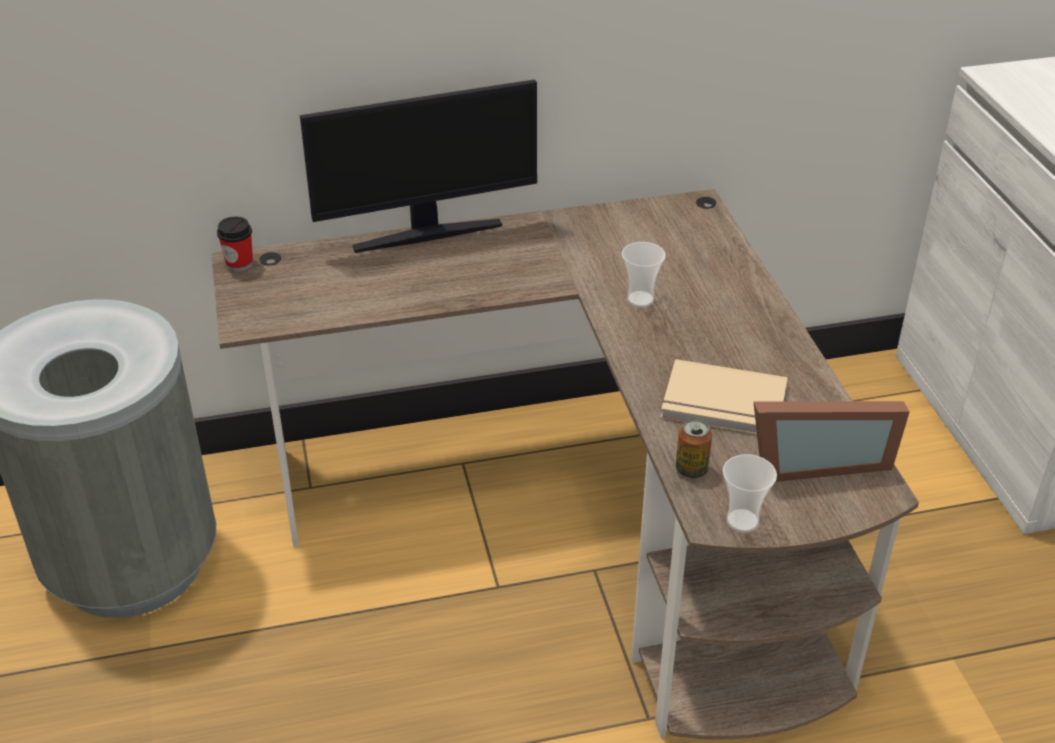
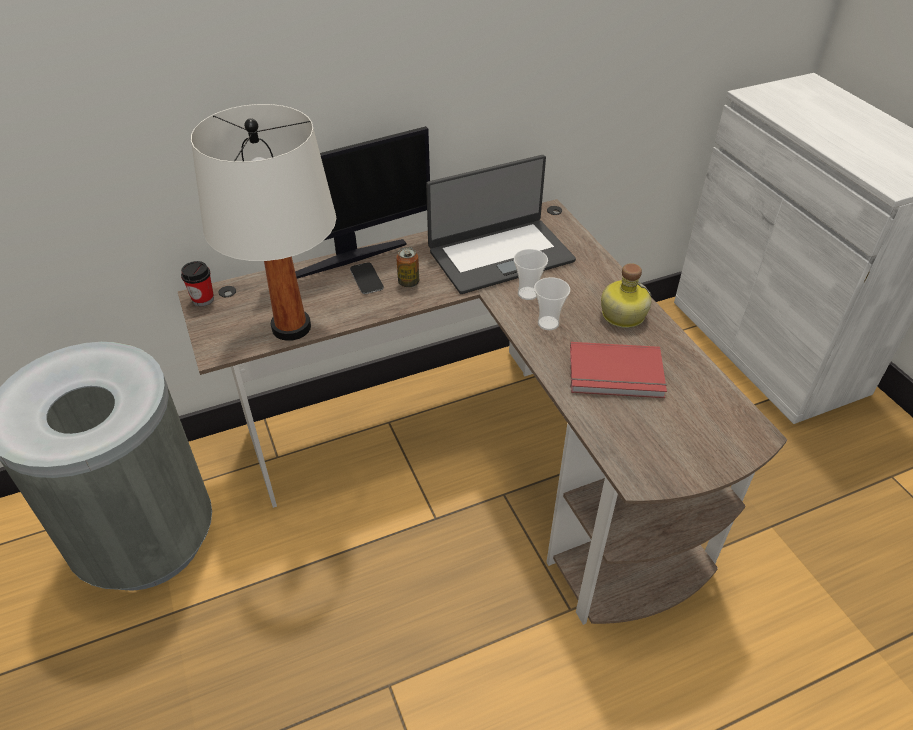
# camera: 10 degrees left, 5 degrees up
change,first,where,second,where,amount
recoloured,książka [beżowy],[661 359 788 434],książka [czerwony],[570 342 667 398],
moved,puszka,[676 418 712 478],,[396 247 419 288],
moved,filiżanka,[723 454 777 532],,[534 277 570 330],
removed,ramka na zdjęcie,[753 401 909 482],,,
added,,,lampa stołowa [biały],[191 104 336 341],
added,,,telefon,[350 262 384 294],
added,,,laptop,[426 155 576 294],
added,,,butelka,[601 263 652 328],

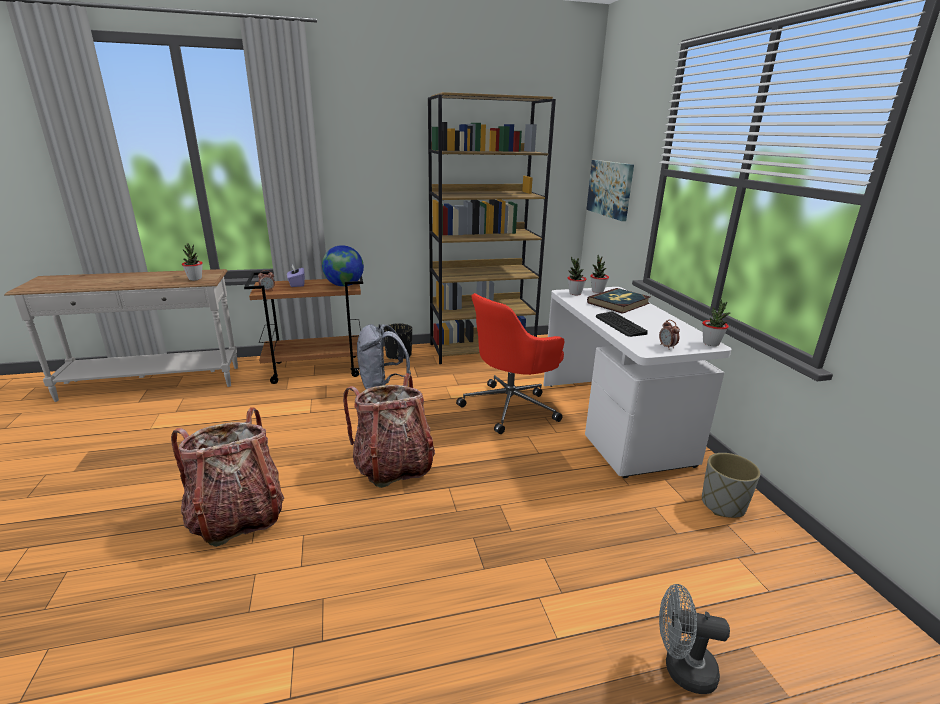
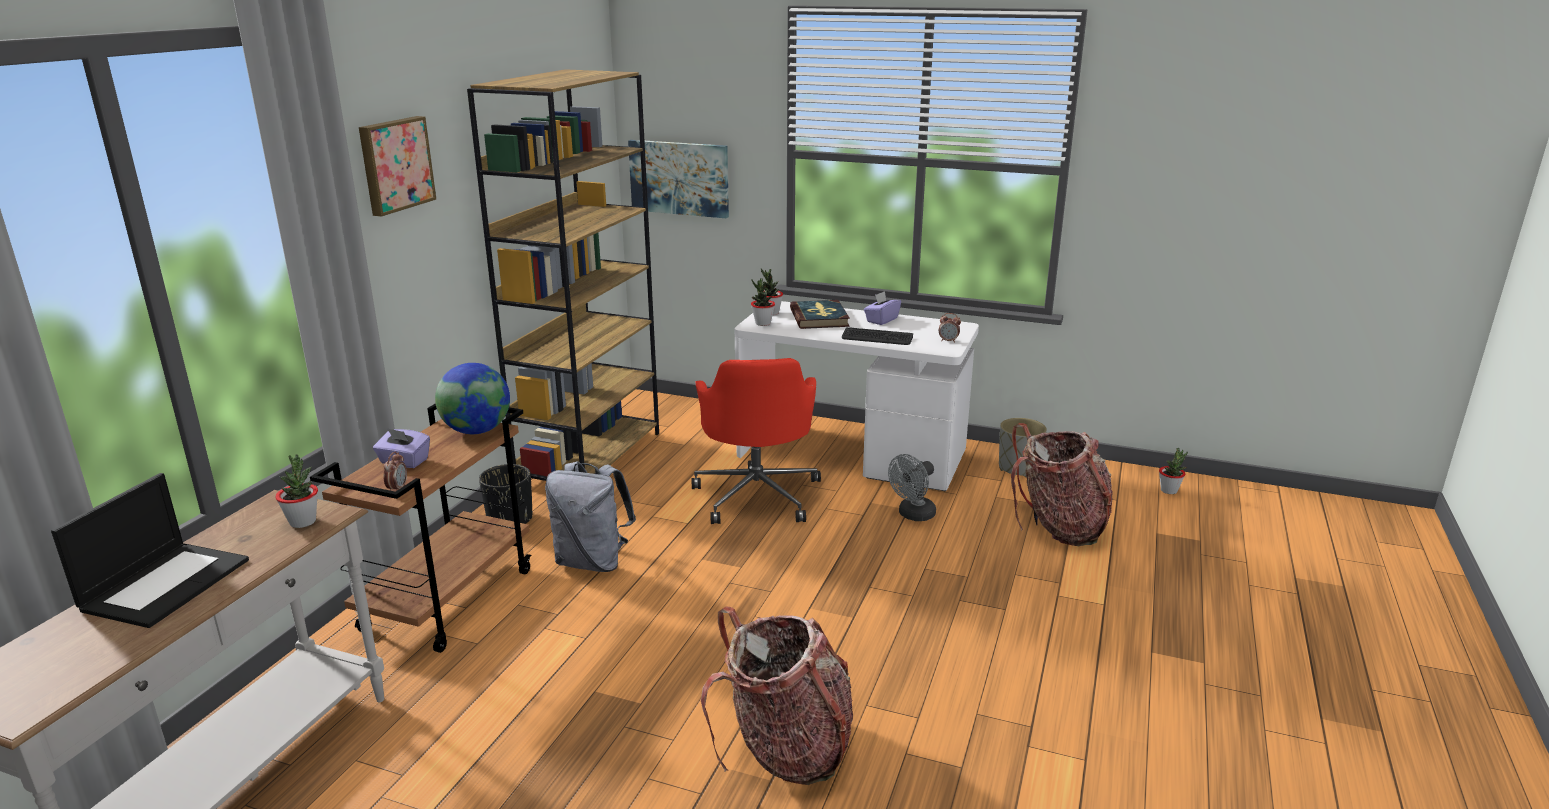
# camera: 55 degrees left, 0 degrees up
change,first,where,second,where,amount
moved,plecak,[343 373 435 488],,[1011 423 1113 546],
moved,wentylator [szary],[659 584 730 694],,[888 454 936 521],
moved,roślina doniczkowa,[702 300 730 346],,[1159 448 1188 494],
added,,,laptop,[51 473 249 628],
added,,,obraz,[359 116 437 217],
added,,,pudełko chusteczek [fioletowy],[864 291 901 325],

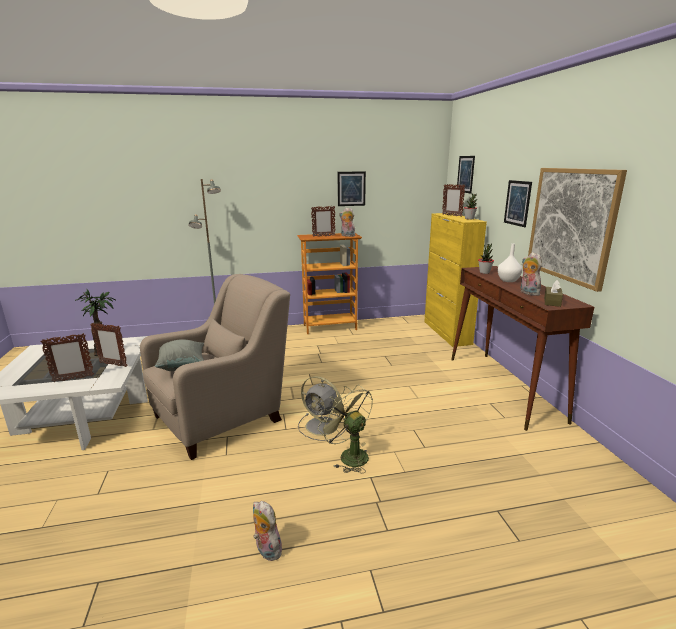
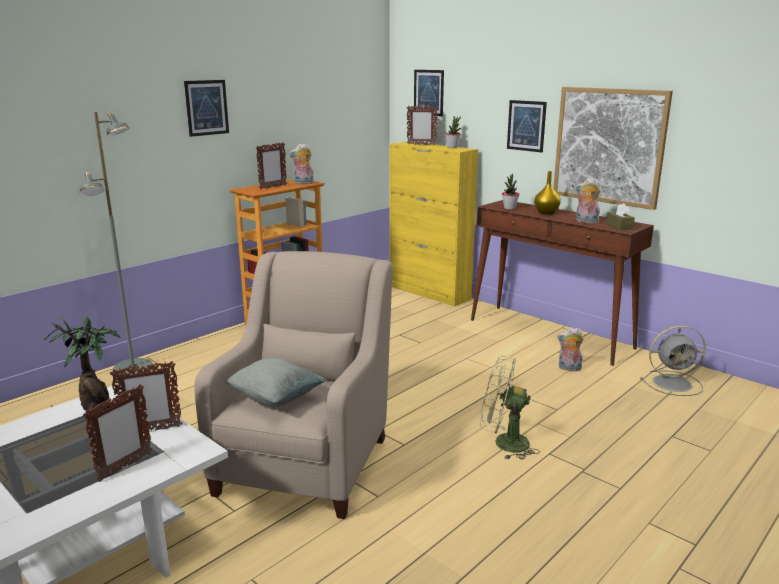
# camera: 35 degrees left, 0 degrees up
change,first,where,second,where,amount
moved,pluszak,[253 501 282 561],,[557 328 583 371],
moved,wentylator [szary],[298 376 346 441],,[640 326 706 396],
moved,obraz,[338 171 366 206],,[184 80 229 137],
recoloured,wazon [biały],[498 244 522 282],wazon [żółty],[534 171 561 215],

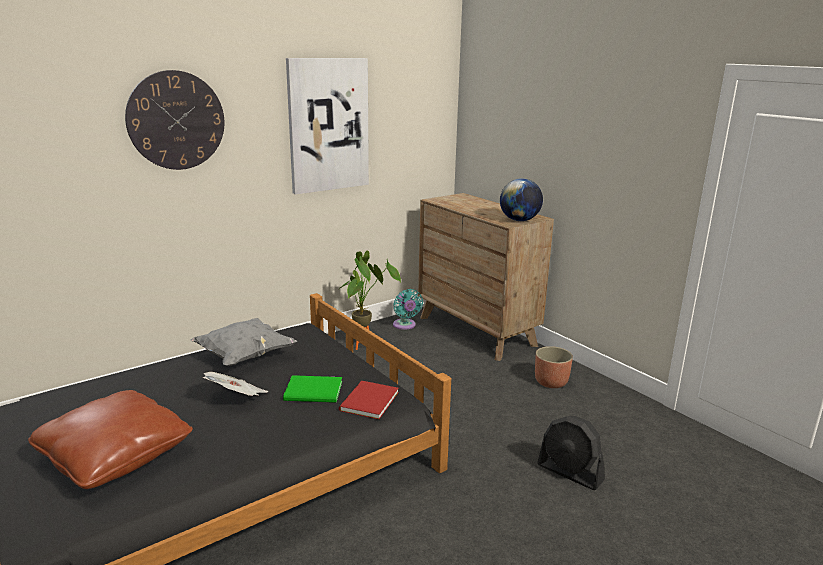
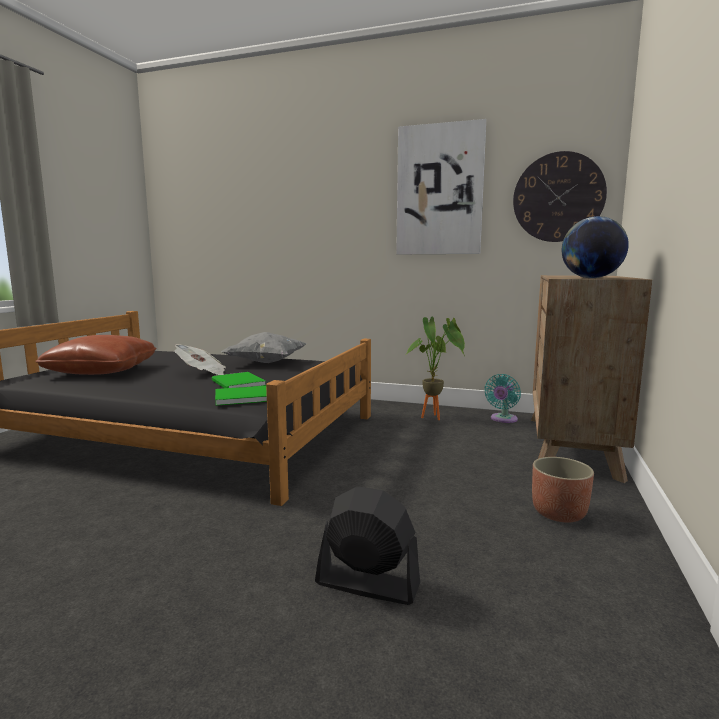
# camera: 55 degrees right, 10 degrees down
change,first,where,second,where,amount
moved,zegar ścienny,[125 70 224 170],,[513 151 607 242],
recoloured,książka [czerwony],[339 381 399 419],książka [zielony],[215 386 267 406],
turned,wentylator [czarny],[537 416 605 490],,[315 487 420 605],105 degrees clockwise

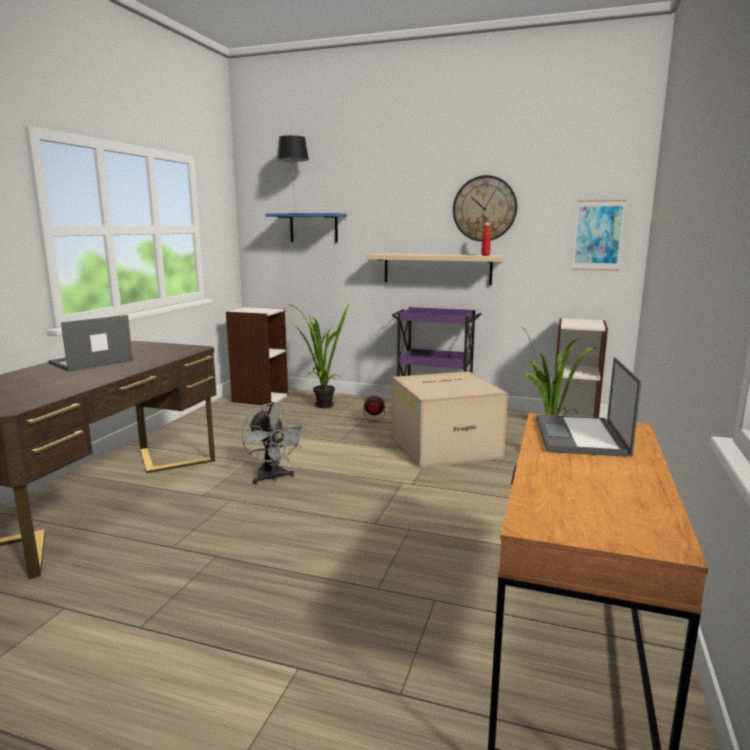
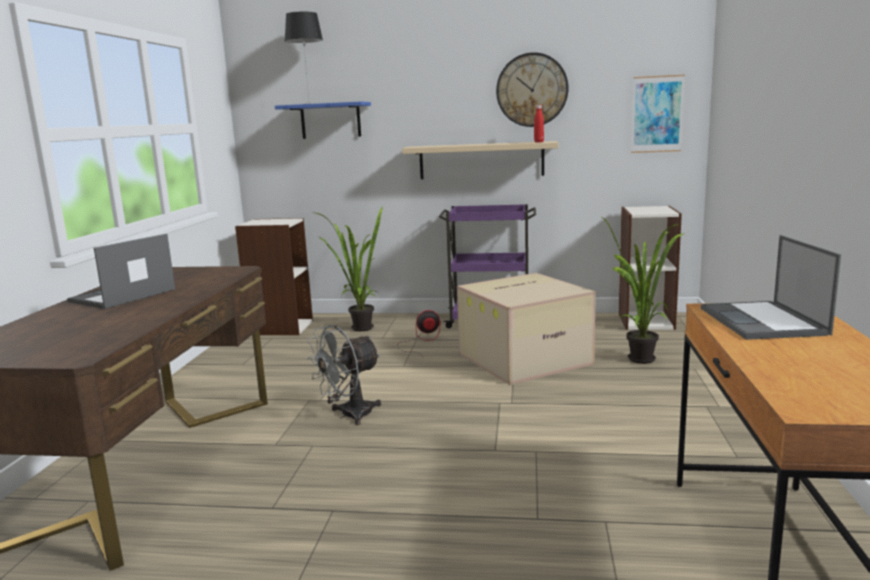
# camera: 10 degrees left, 0 degrees up
change,first,where,second,where,amount
turned,wentylator [szary],[242 402 306 484],,[306 325 381 425],90 degrees clockwise

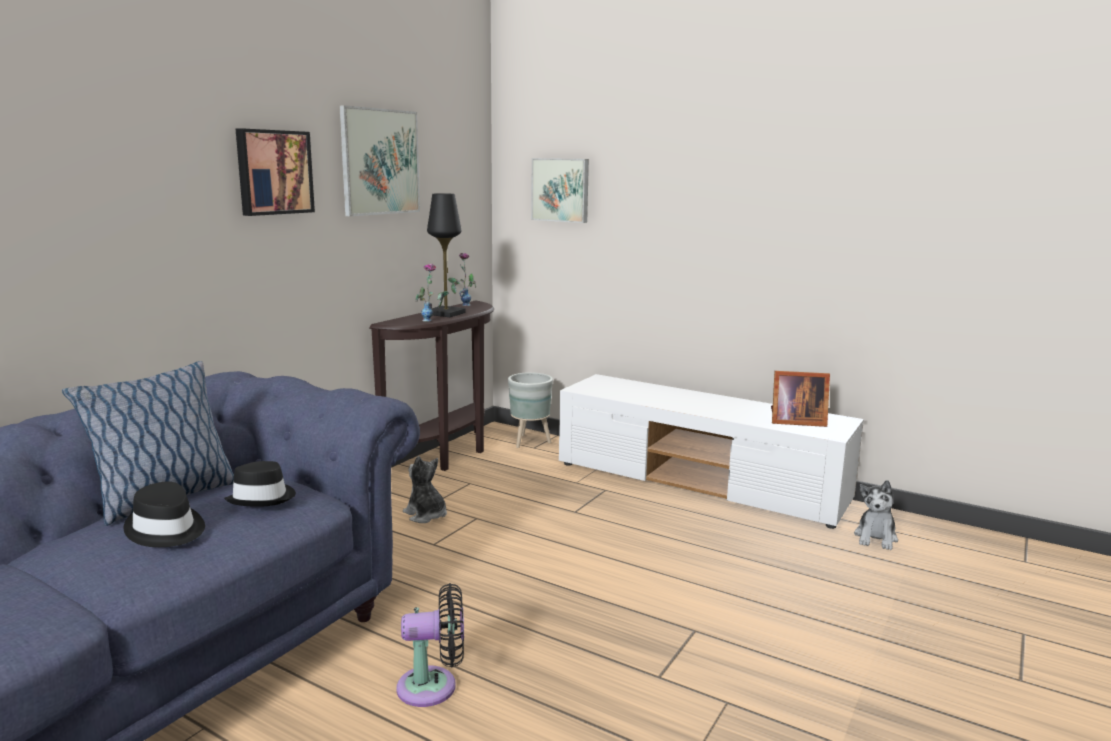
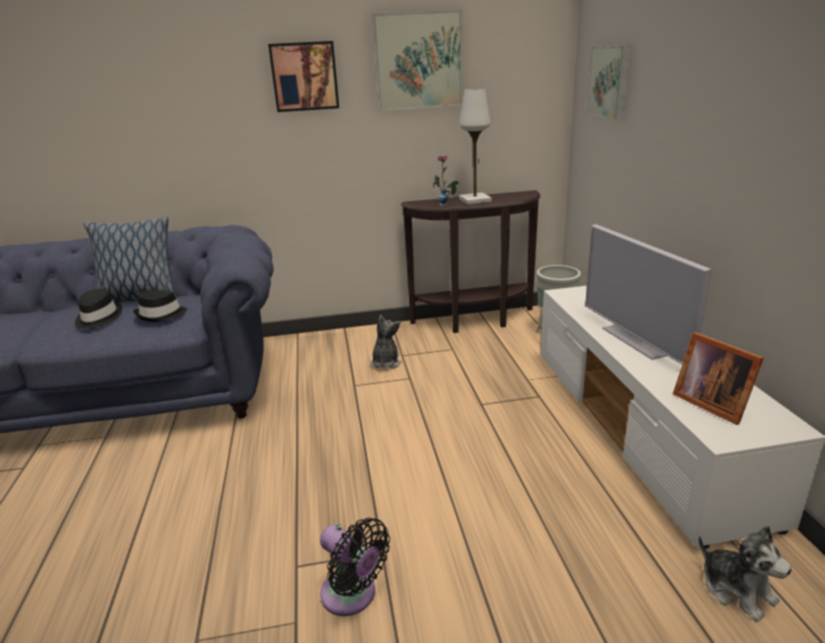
# camera: 50 degrees right, 10 degrees up
change,first,where,second,where,amount
moved,wentylator [czarny],[396 583 464 707],,[320 518 390 616],
recoloured,lampa stołowa [czarny],[427 193 466 317],lampa stołowa [biały],[459 88 492 204],
removed,wazon,[448 253 476 306],,,
turned,pluszak,[854 480 898 550],,[698 525 792 622],105 degrees counterclockwise
added,,,telewizor,[585 224 712 364],

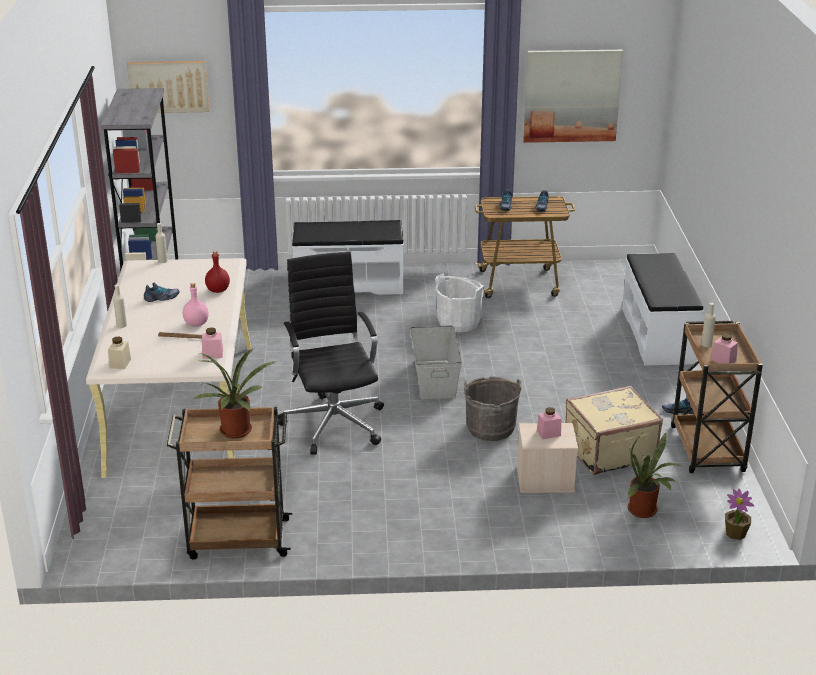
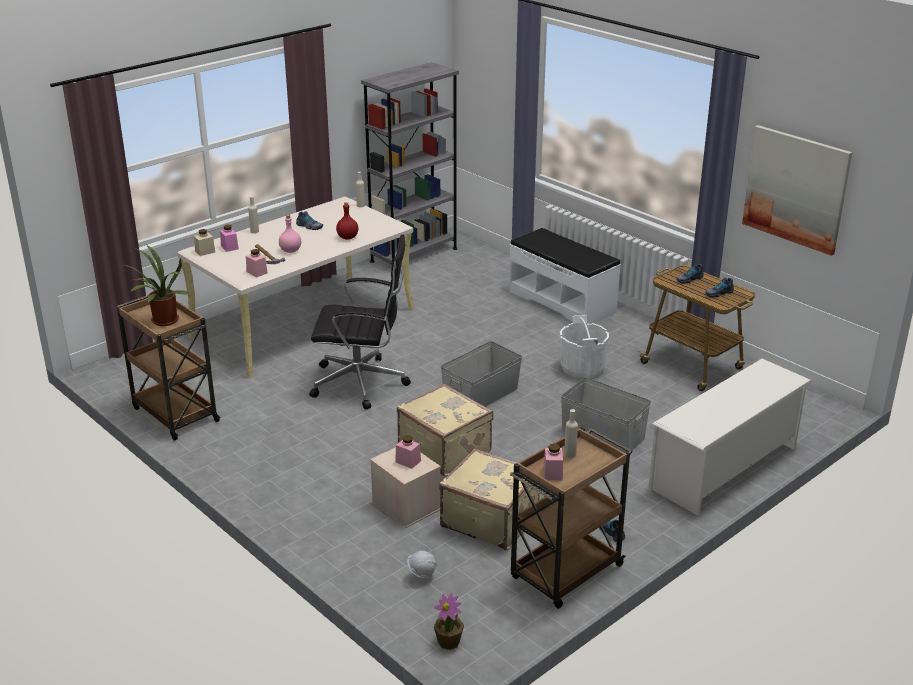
# camera: 50 degrees right, 0 degrees up
change,first,where,second,where,amount
removed,obraz,[127 61 209 113],,,
turned,krzesło biurowe [czarny],[278 252 384 455],,[309 234 411 410],60 degrees clockwise
replaced,wiadro [szary],[464 376 522 441],walizka [beżowy],[397 384 494 477],
replaced,ławka [biały],[622 253 703 365],regał na buty [biały],[648 359 812 516],
replaced,roślina doniczkowa,[628 431 682 518],kask [biały],[407 551 437 579],
added,,,słoik [różowy],[220 225 239 252],
added,,,pojemnik do przechowywania [szary],[561 377 651 453],

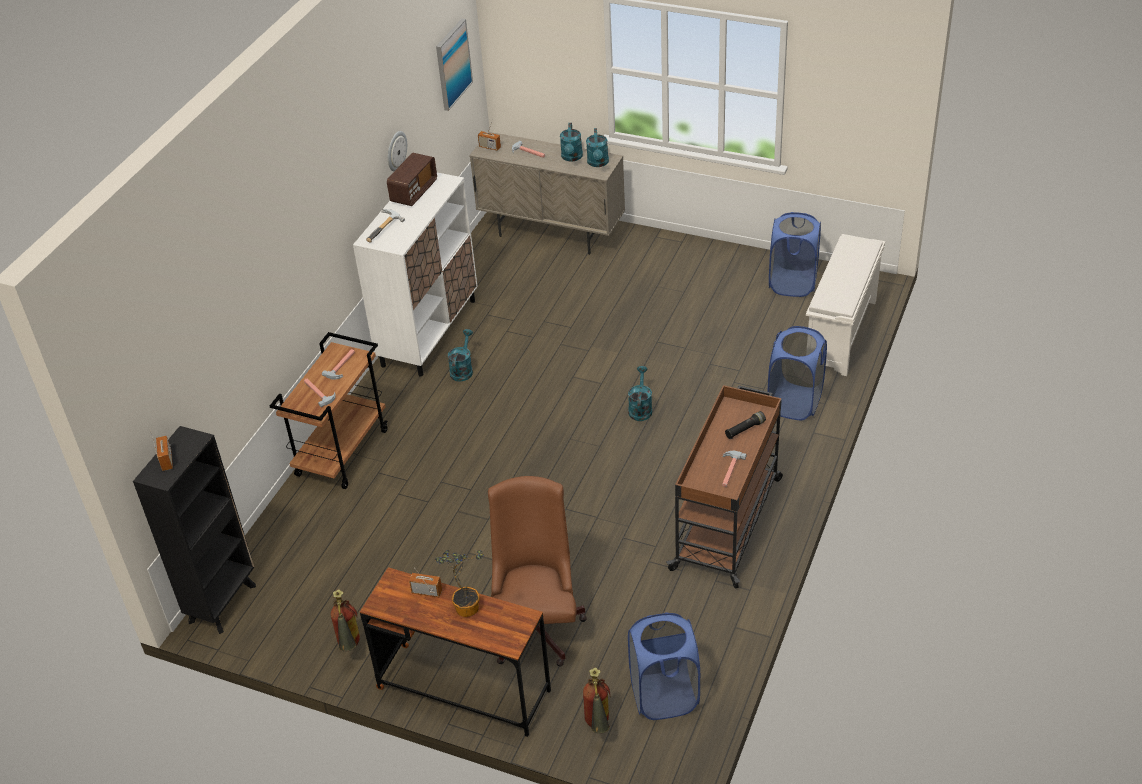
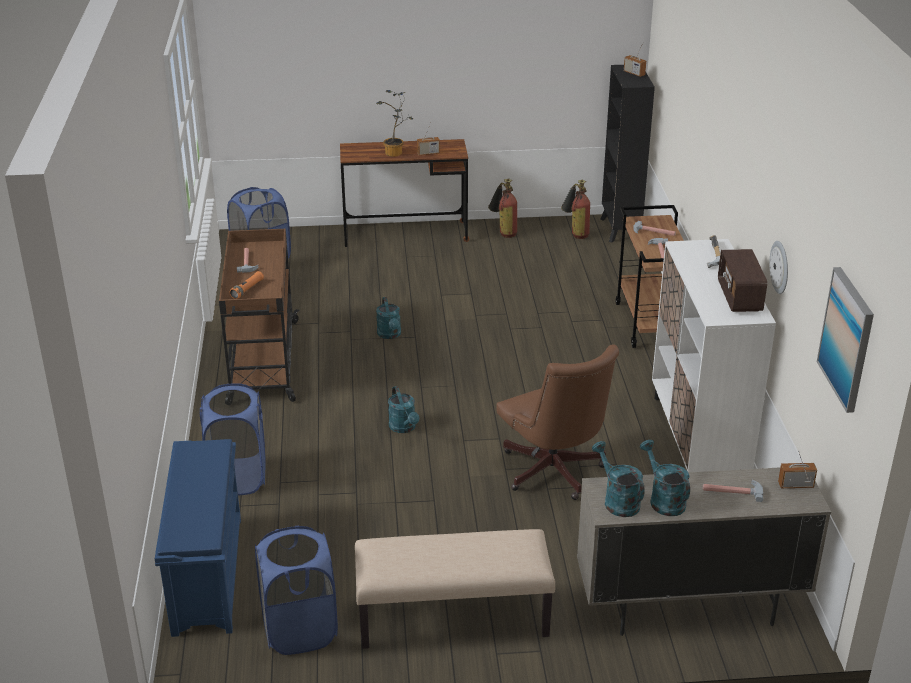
# camera: 150 degrees right, 10 degrees down
change,first,where,second,where,amount
moved,konewka [turkusowy],[448 329 473 382],,[376 297 401 339],
moved,krzesło biurowe [brązowy],[488 476 587 666],,[497 344 619 500],
moved,gaśnica,[583 668 610 734],,[561 180 590 239],
recoloured,latarka [czarny],[725 411 766 439],latarka [pomarańczowy],[229 271 264 299],
recoloured,regał na buty [biały],[806 234 885 376],regał na buty [niebieski],[155 439 241 637],
added,,,ławka [beżowy],[355 529 555 649],

